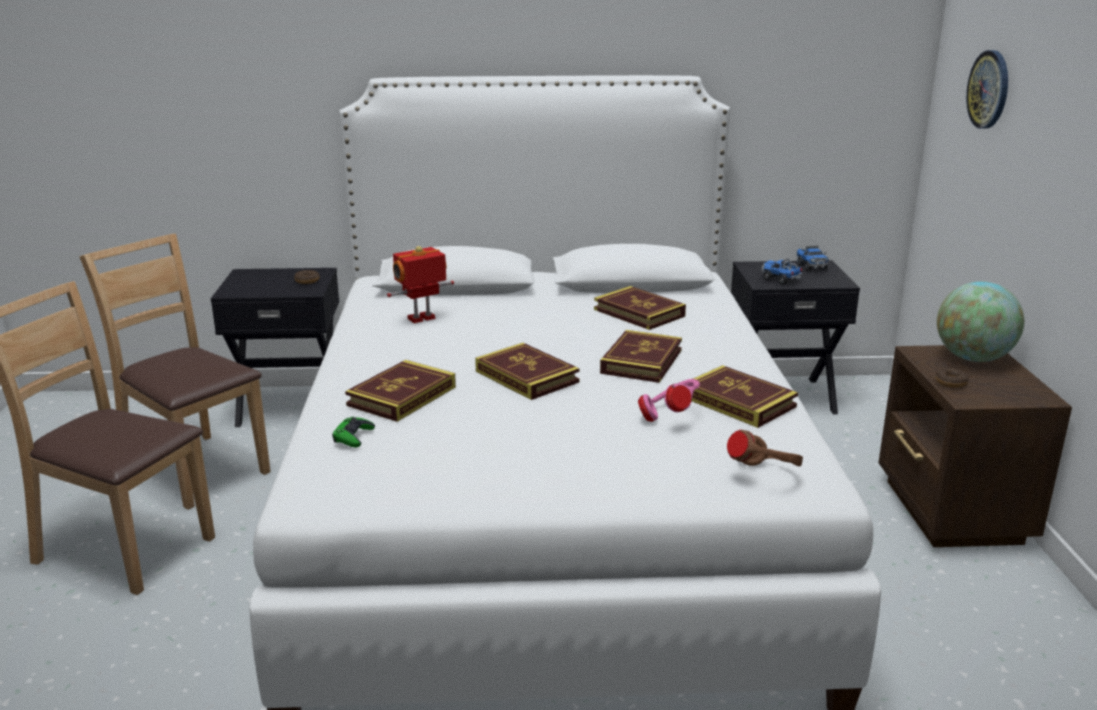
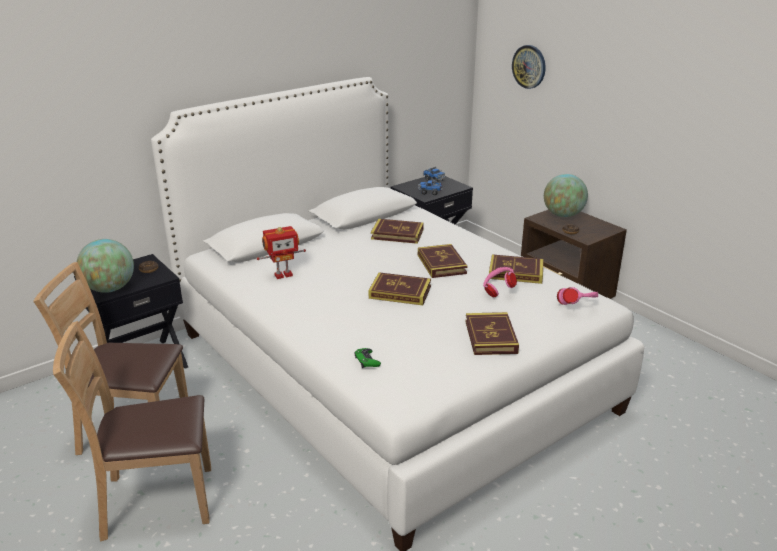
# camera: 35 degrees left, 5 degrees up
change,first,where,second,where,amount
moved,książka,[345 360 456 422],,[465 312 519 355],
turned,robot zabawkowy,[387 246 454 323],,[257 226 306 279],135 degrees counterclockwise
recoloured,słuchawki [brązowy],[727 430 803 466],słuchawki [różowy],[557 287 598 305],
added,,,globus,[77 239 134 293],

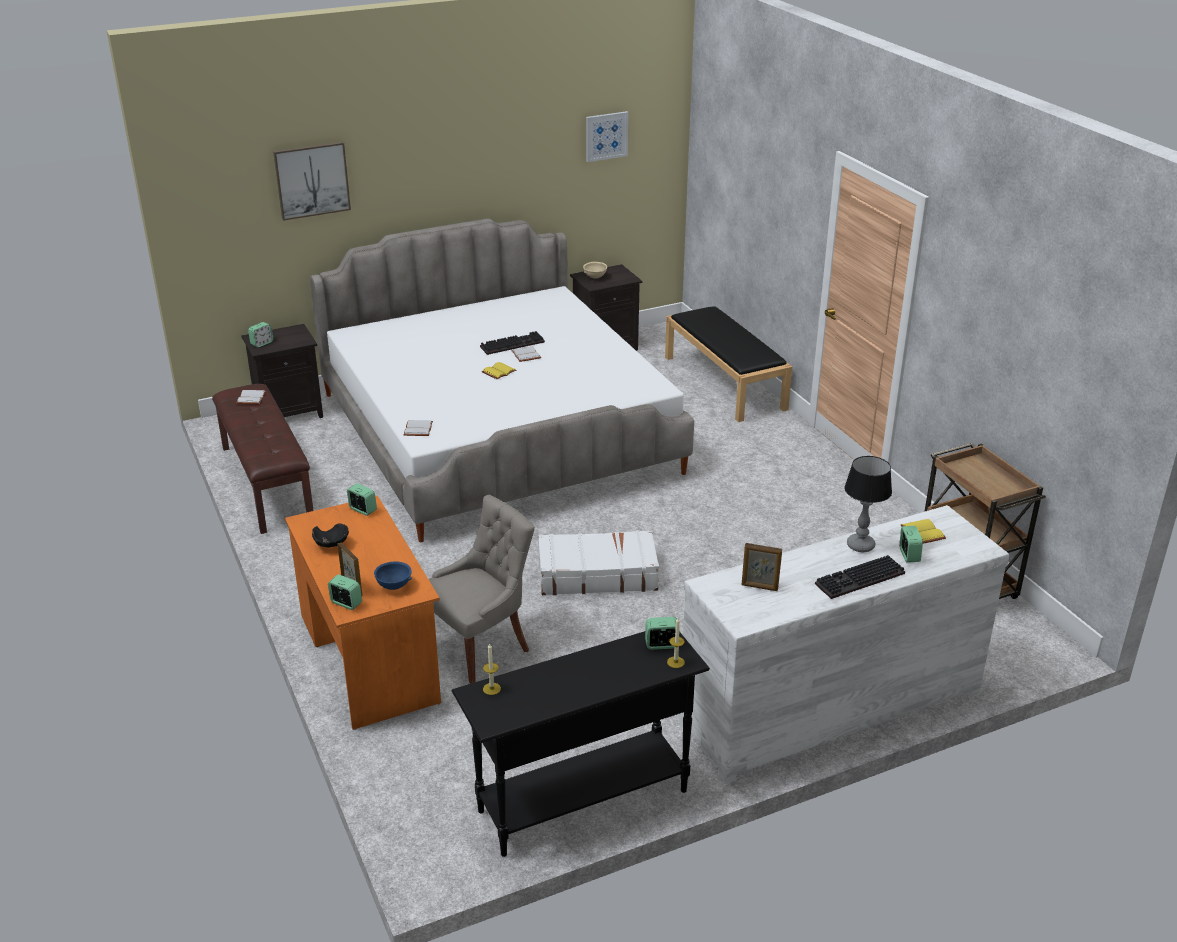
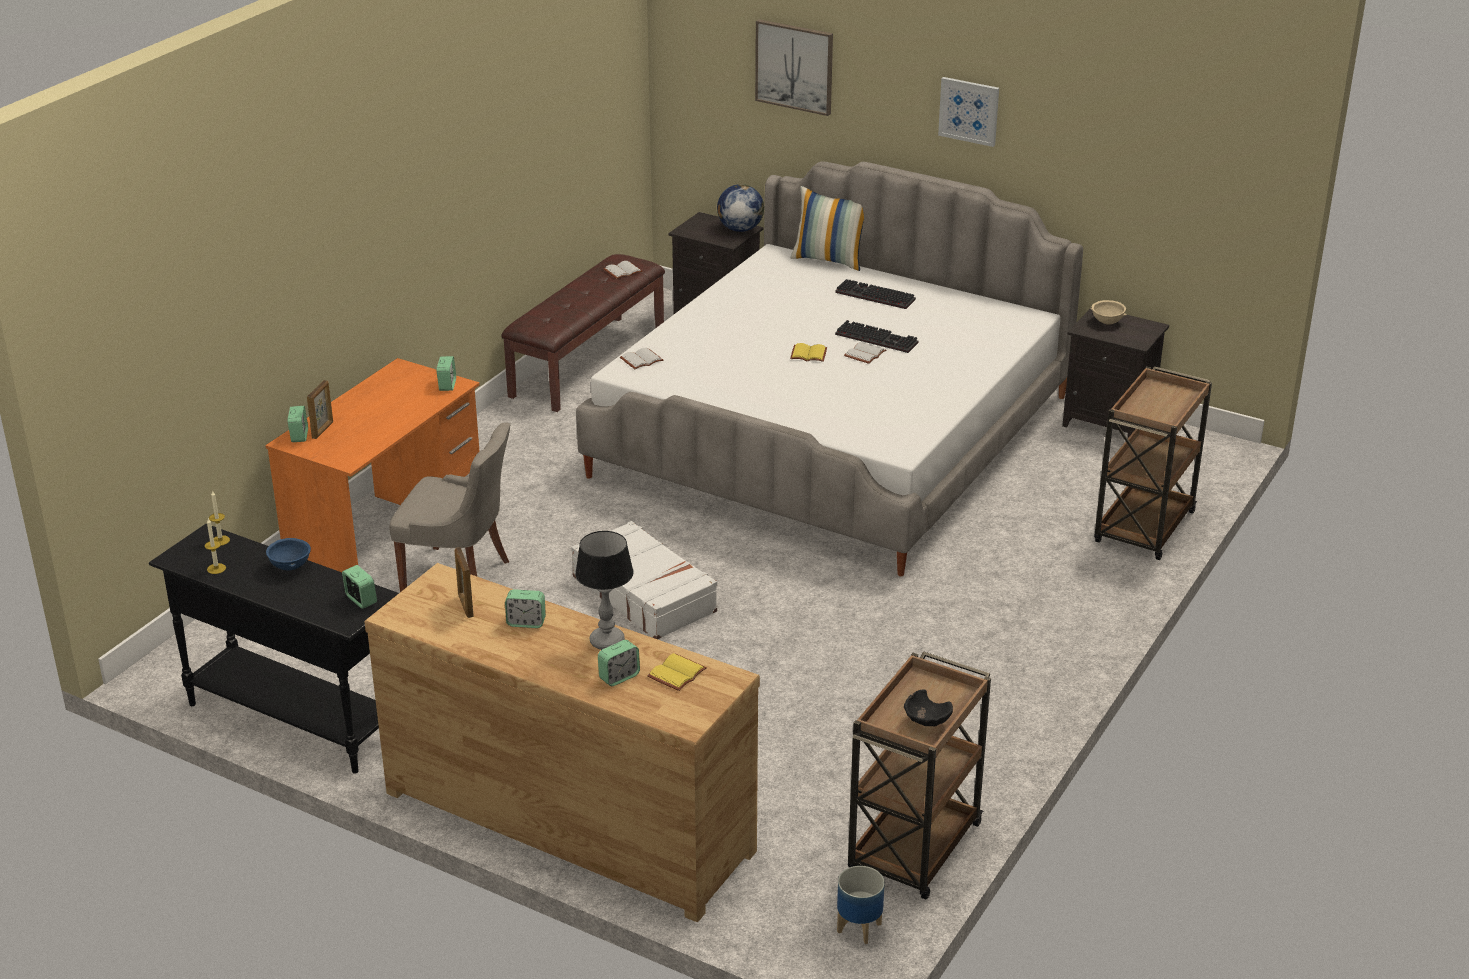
# camera: 55 degrees right, 0 degrees up
change,first,where,second,where,amount
moved,budzik,[248 322 273 347],,[505 589 546 628],
moved,miska [czarny],[312 523 349 548],,[904 690 953 727],
moved,miska [niebieski],[374 562 412 590],,[266 538 311 570],
moved,obraz,[586 111 628 162],,[938 77 999 147],
replaced,ławka [czarny],[665 306 792 422],wózek [brązowy],[1094 366 1212 560],
moved,świeca,[667 618 685 668],,[205 519 226 574],
recoloured,komoda [biały],[679 505 1010 784],komoda [brązowy],[364 563 760 922],
moved,klawiatura,[815 555 905 599],,[835 279 916 309],
added,,,globus,[717 184 764 232],
added,,,poduszka,[791 186 864 271],
added,,,donica,[837 866 885 944],

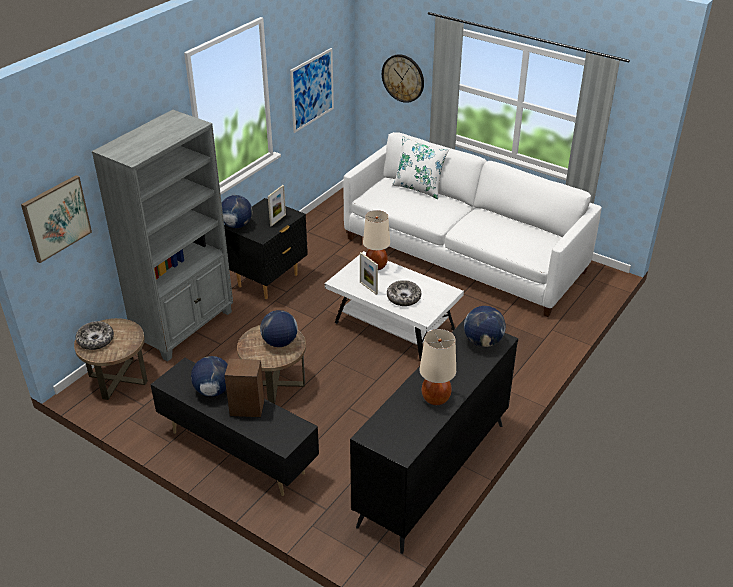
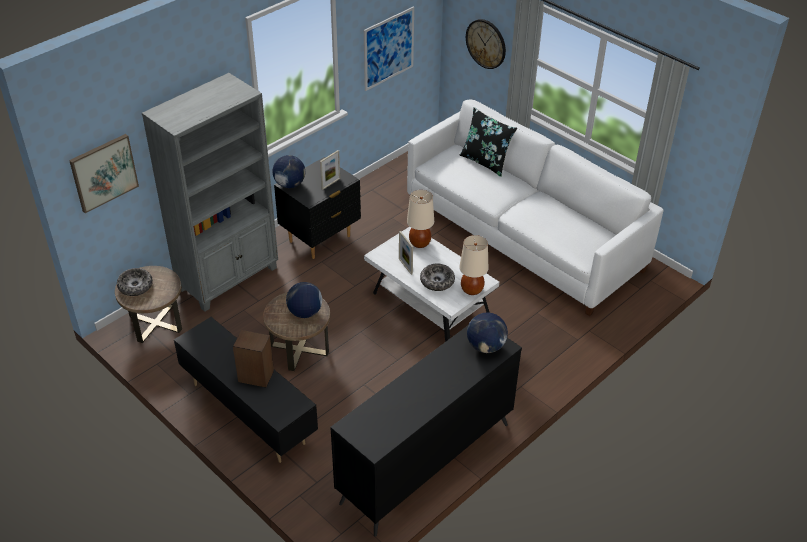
# camera: 10 degrees right, 5 degrees up
change,first,where,second,where,amount
removed,globus,[191 356 227 397],,,
recoloured,poduszka [biały],[392 136 449 199],poduszka [czarny],[459 107 517 177],
moved,lampa stołowa [beżowy],[420 329 456 405],,[459 235 488 295],

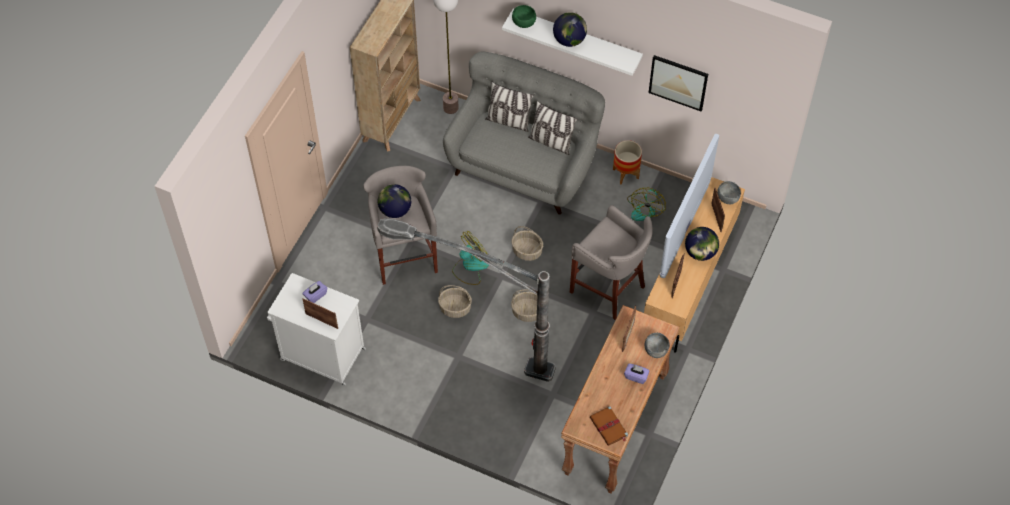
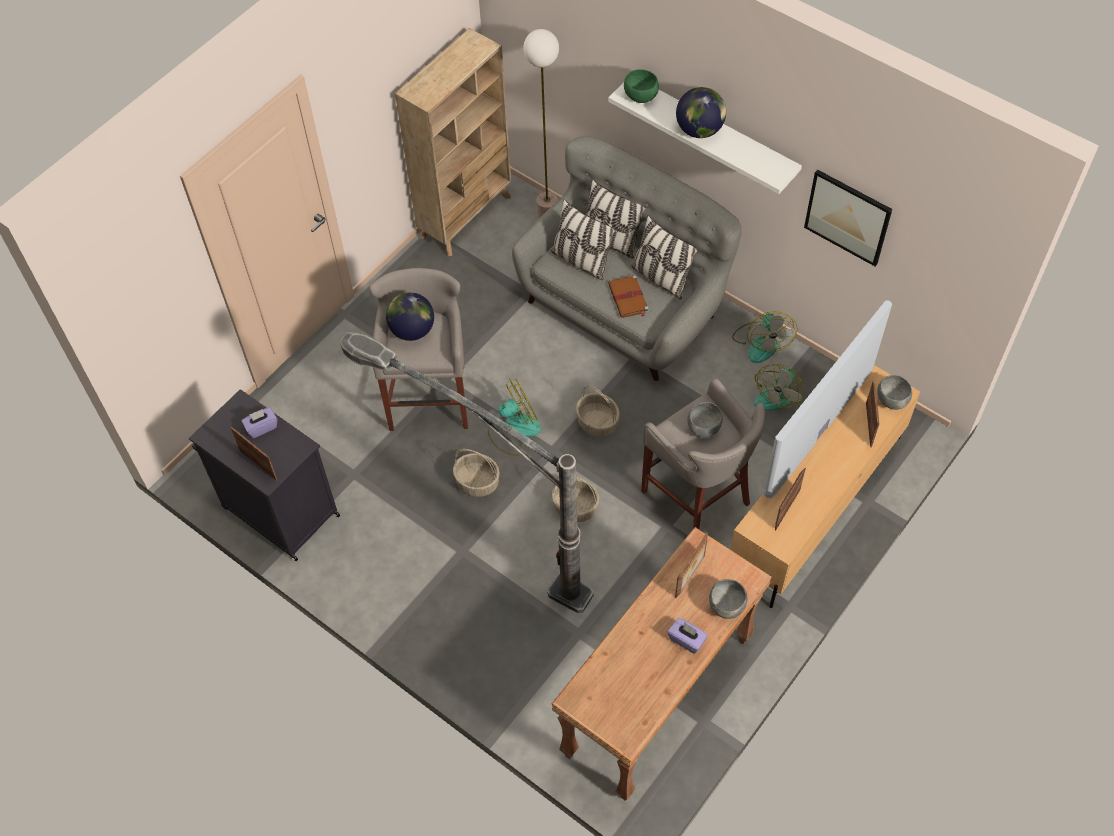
# camera: 15 degrees right, 0 degrees up
change,first,where,second,where,amount
recoloured,szafka [biały],[267 273 366 386],szafka [czarny],[189 389 340 561],
moved,książka [brązowy],[590 406 628 446],,[608 275 649 318],
replaced,donica,[613 140 642 185],wentylator,[732 312 798 363],
removed,globus,[685 227 719 261],,,
added,,,poduszka,[550 199 616 281],
added,,,miska [szary],[687 402 723 438],

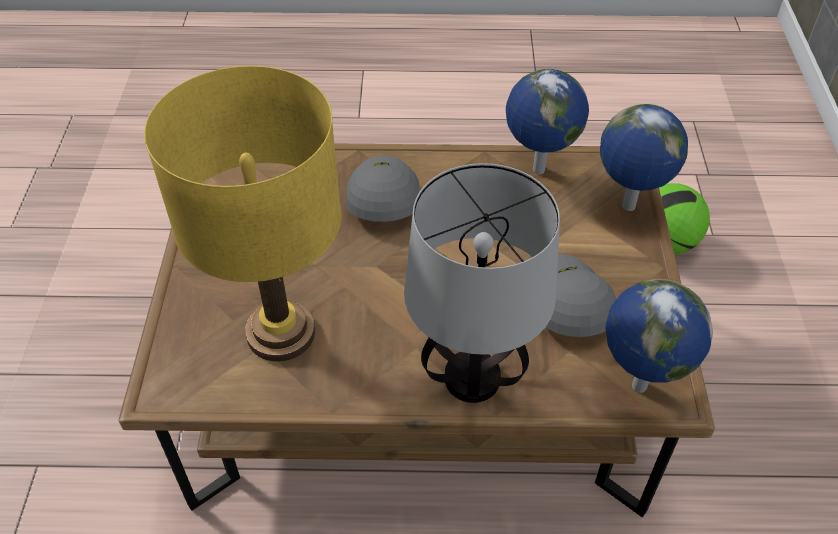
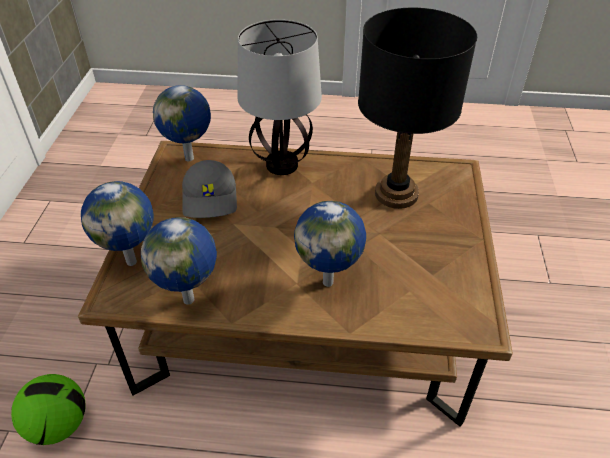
# camera: 175 degrees left, 5 degrees down
change,first,where,second,where,amount
recoloured,lampa stołowa [żółty],[144 66 341 361],lampa stołowa [czarny],[358 8 477 209],
replaced,czapka z daszkiem [szary],[346 155 420 222],globus,[294 201 366 287],

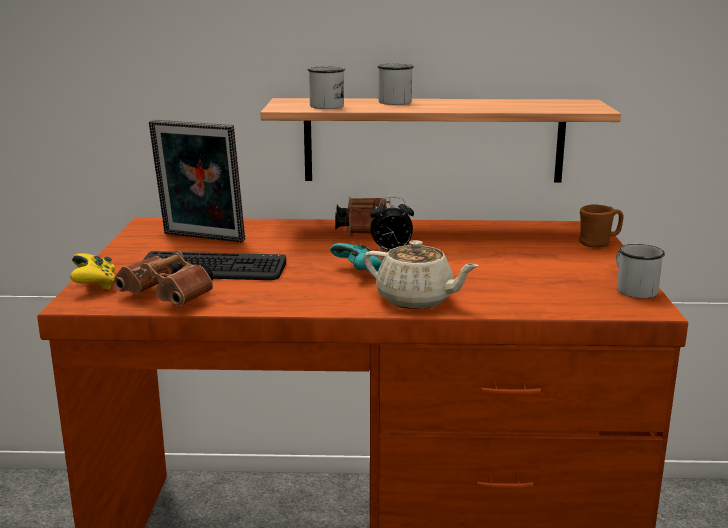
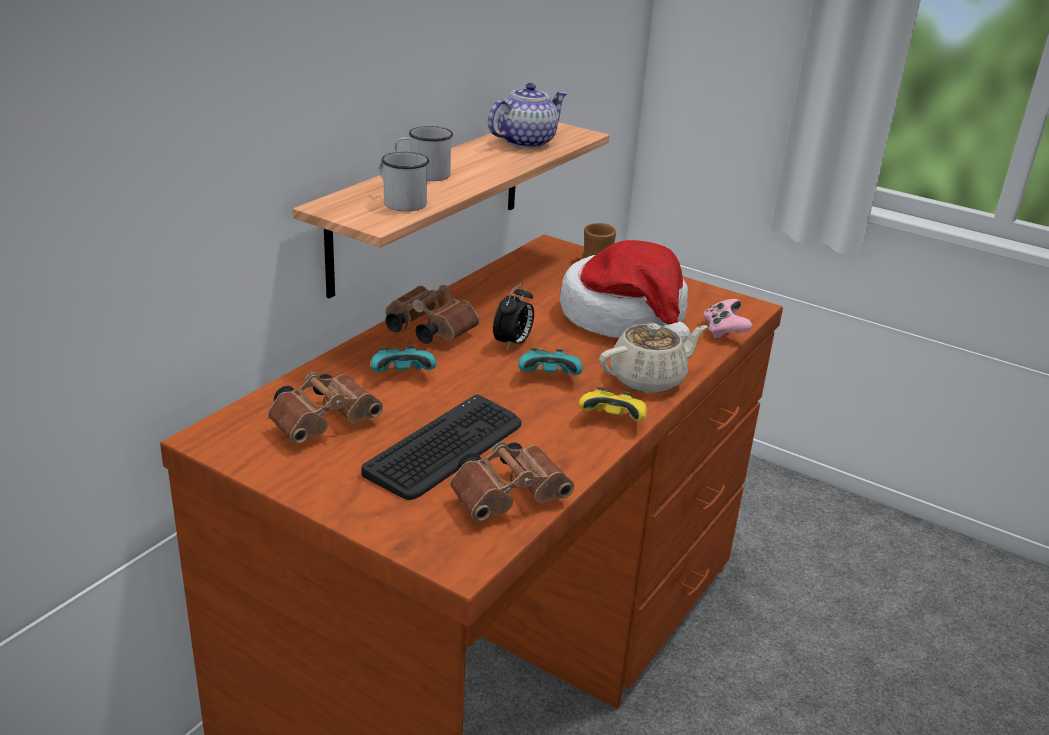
# camera: 60 degrees left, 10 degrees up
change,first,where,second,where,amount
moved,pad do gier [żółty],[70 253 115 290],,[579 387 647 422],
replaced,ramka na zdjęcie,[149 120 245 243],lornetka [brązowy],[268 372 383 444],
removed,kubek [biały],[616 244 665 299],,,
added,,,pad do gier [turkusowy],[371 346 437 372],
added,,,imbryk,[488 83 567 149],
added,,,kapelusz,[560 240 690 343],
added,,,pad do gier [różowy],[703 299 753 339],

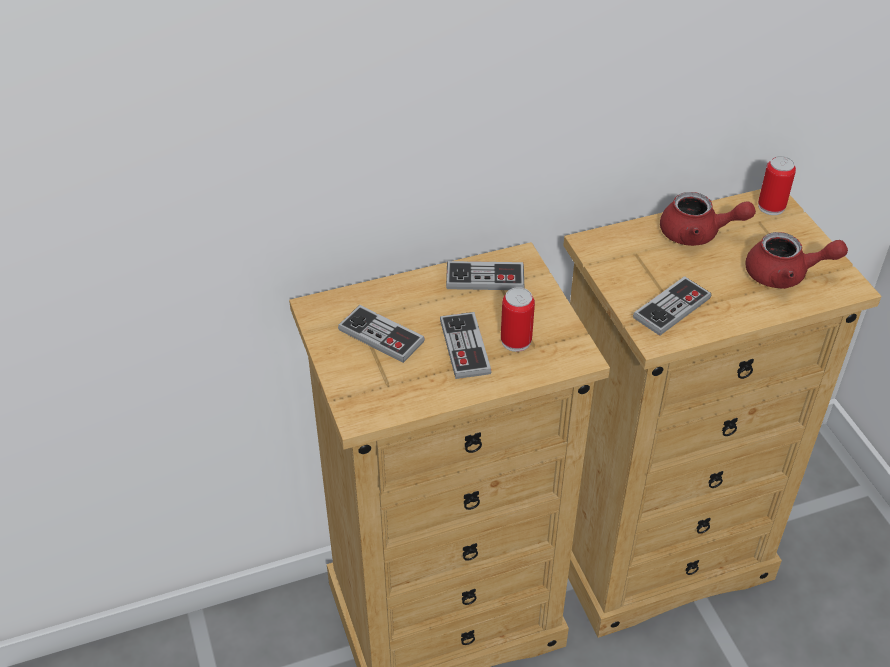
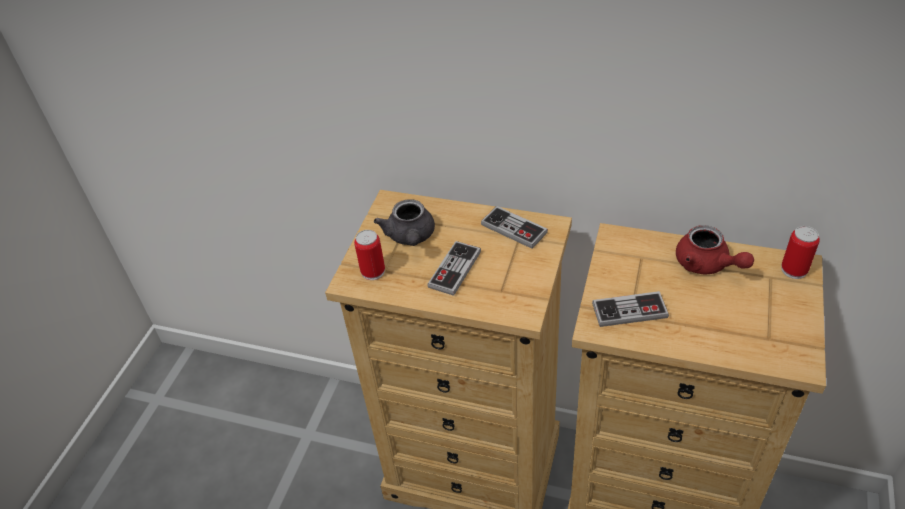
# camera: 40 degrees right, 0 degrees up
change,first,where,second,where,amount
replaced,pad do gier,[338 305 425 363],imbryk [szary],[374 199 435 246],
moved,puszka,[501 287 535 352],,[354 230 385 280],
removed,imbryk [czerwony],[746 232 848 289],,,

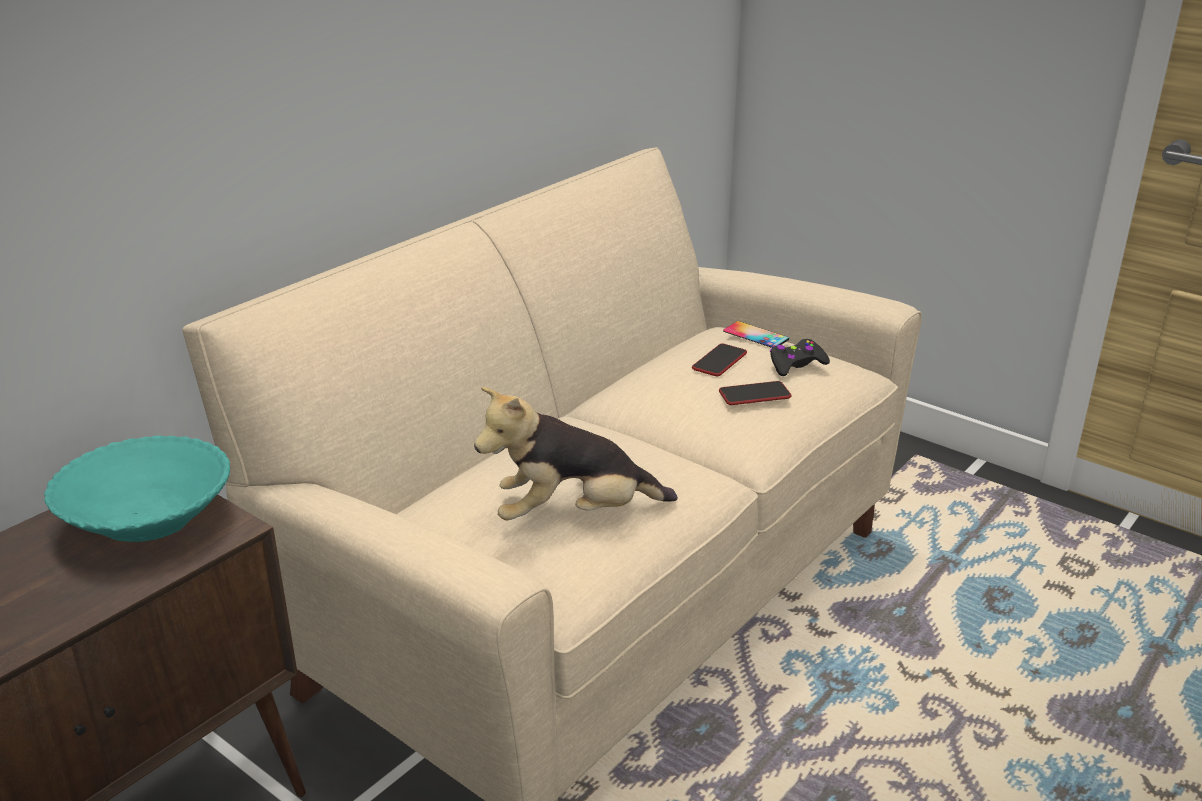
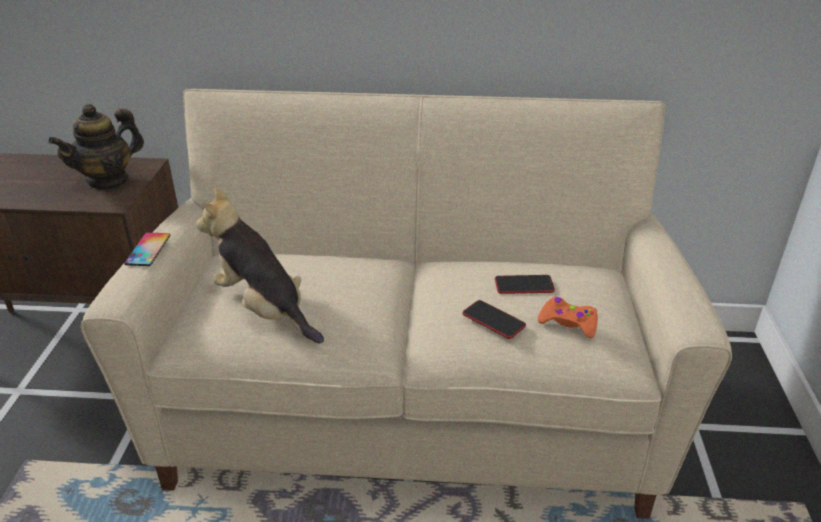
# camera: 55 degrees right, 5 degrees up
change,first,where,second,where,amount
replaced,miska [turkusowy],[44 435 230 542],imbryk,[48 104 144 191],
moved,telefon,[723 321 789 348],,[124 232 171 266],
recoloured,pad do gier [czarny],[770 339 830 376],pad do gier [pomarańczowy],[538 297 598 338],

